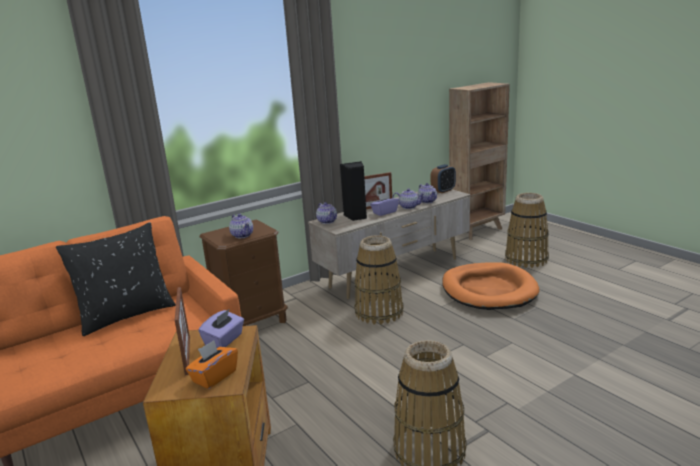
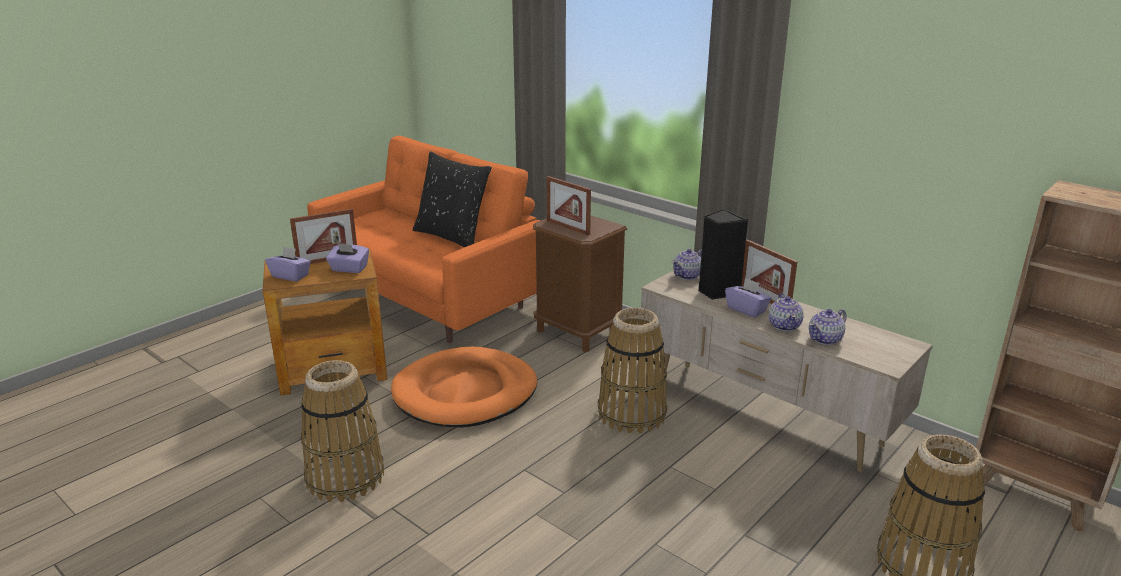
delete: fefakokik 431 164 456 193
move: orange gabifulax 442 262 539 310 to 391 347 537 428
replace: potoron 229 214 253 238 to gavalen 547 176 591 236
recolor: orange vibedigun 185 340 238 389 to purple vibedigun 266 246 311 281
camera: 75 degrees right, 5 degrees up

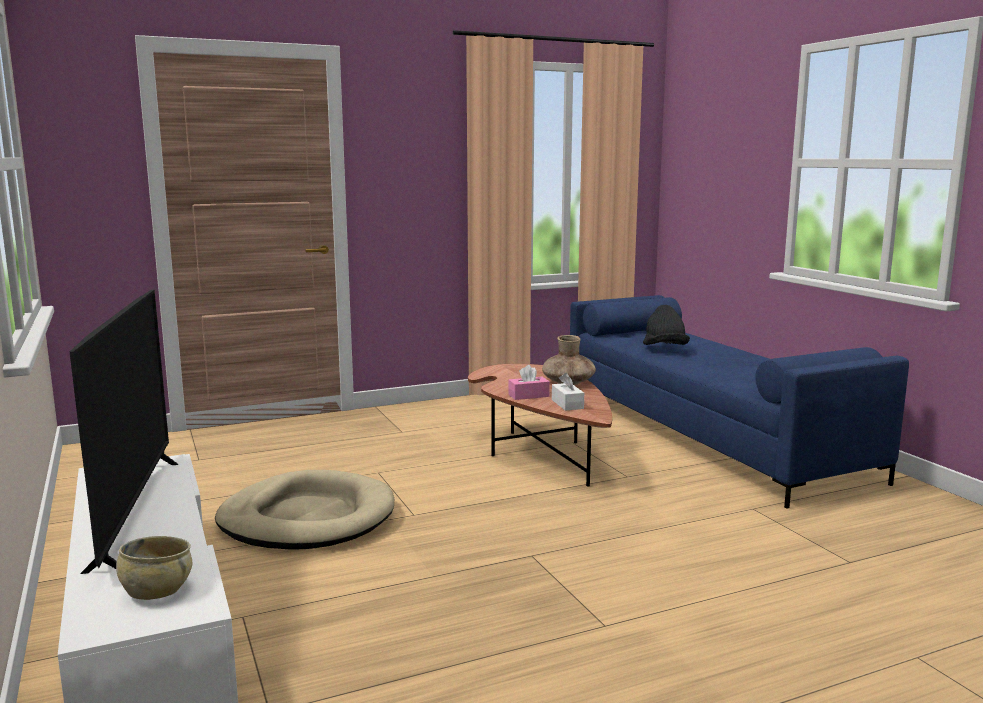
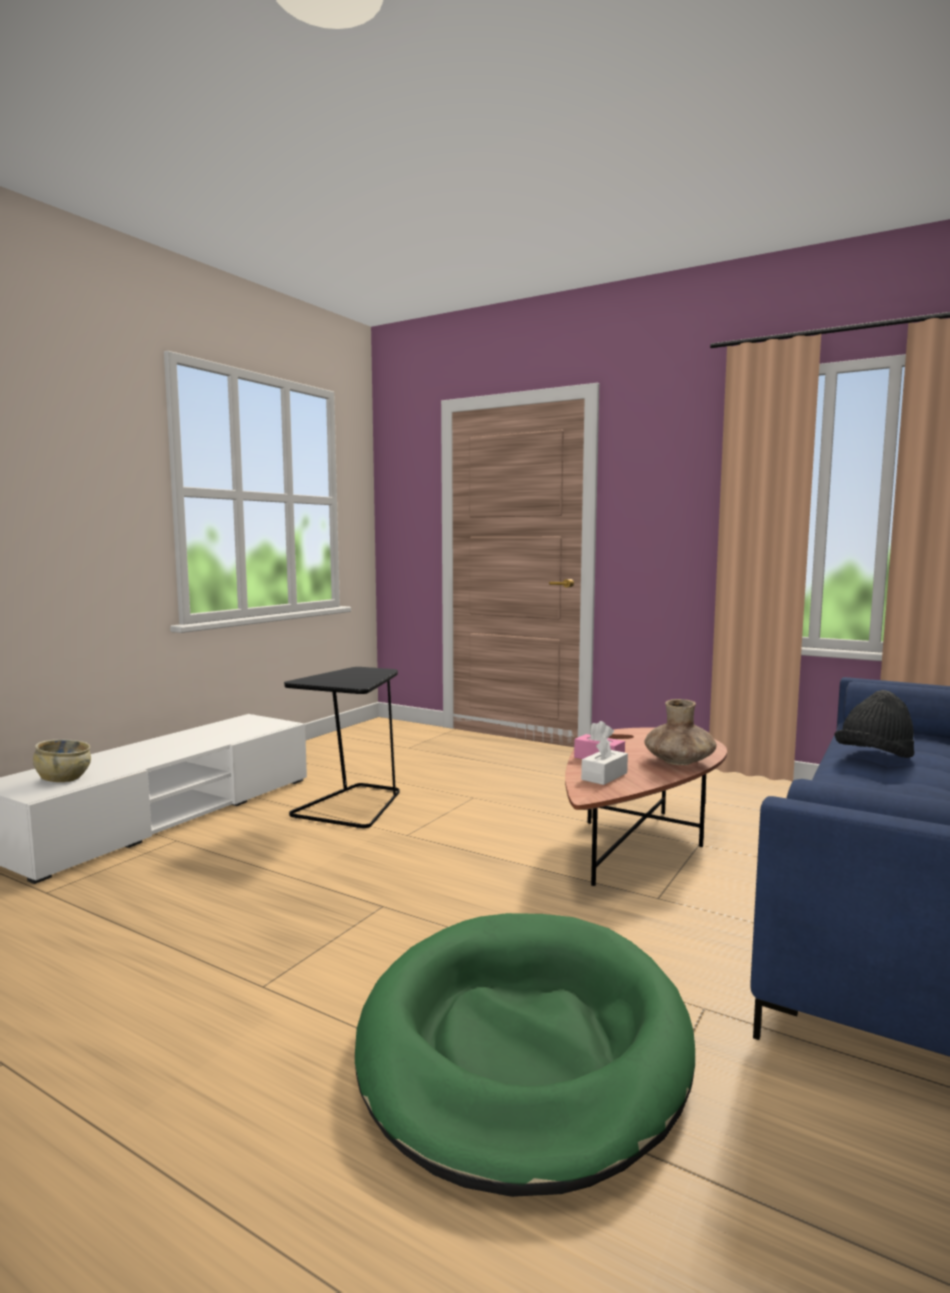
delete: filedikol 70 289 178 574
insert: green gabifulax 355 913 695 1197
replace: beige gabifulax 215 470 394 550 to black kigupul 284 667 400 828
camera: 55 degrees right, 5 degrees down

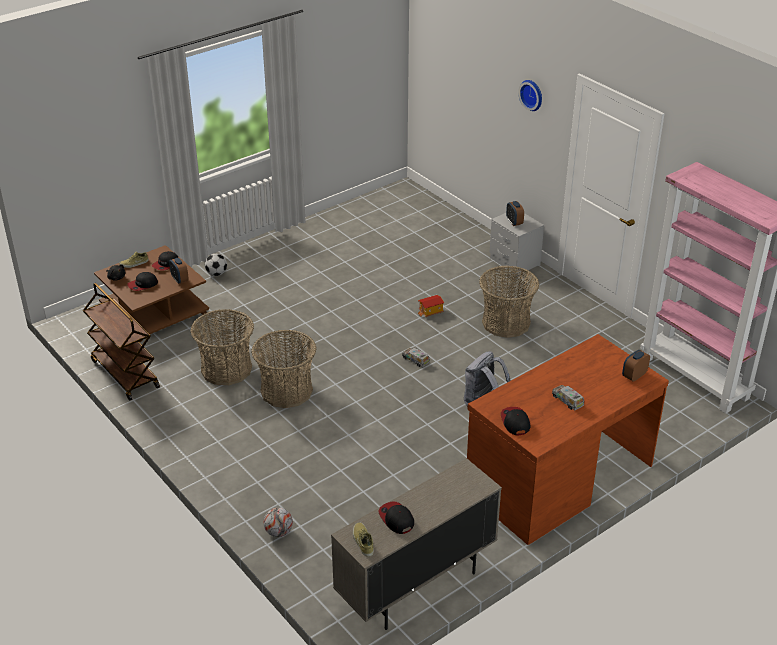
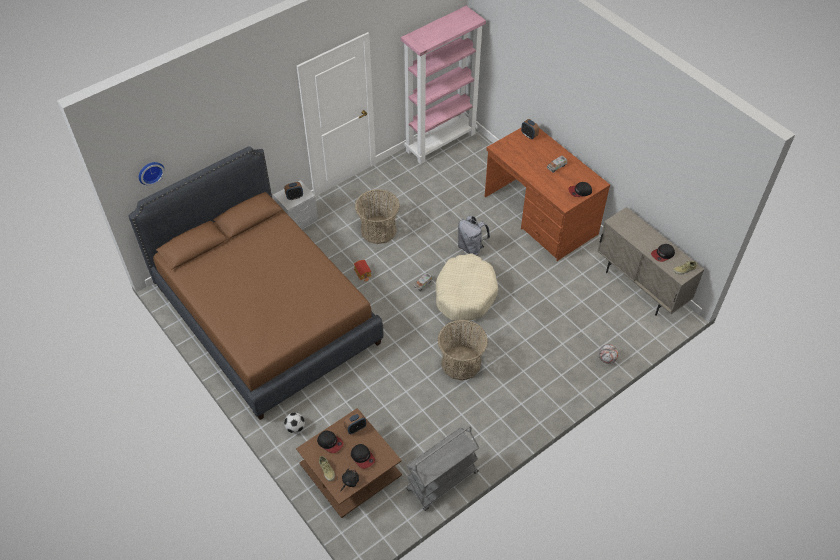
delete: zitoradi 190 309 254 385
insert: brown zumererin 128 146 383 420; beige gabifulax 436 253 498 321
move: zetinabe 518 80 542 111 to 139 162 165 186
recolor: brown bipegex 83 283 160 401 to grey bipegex 406 426 479 511
camera: 90 degrees left, 15 degrees up

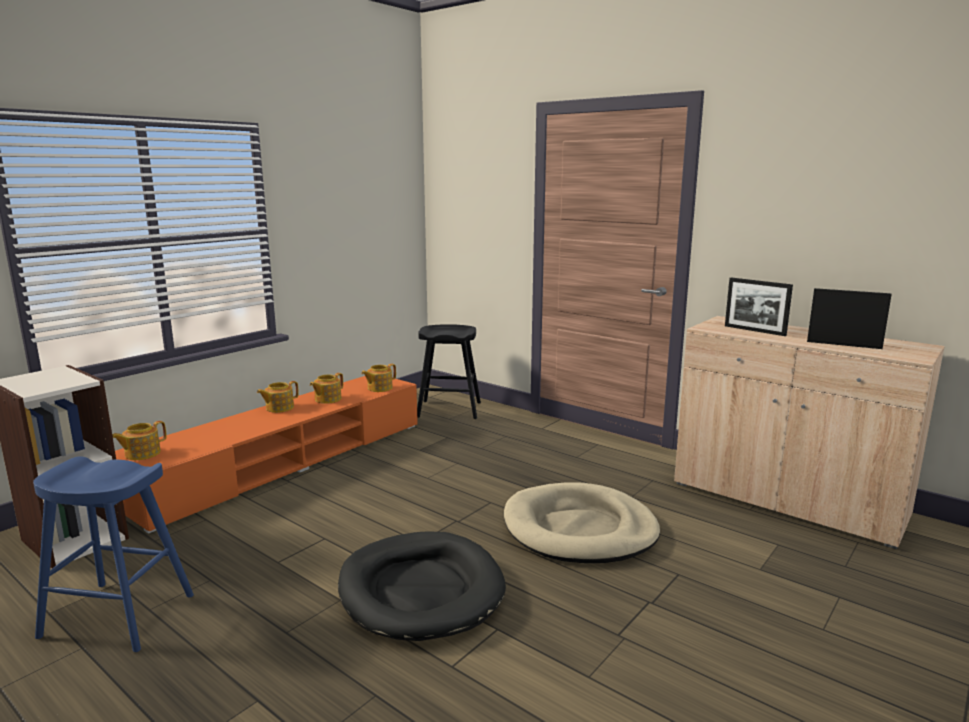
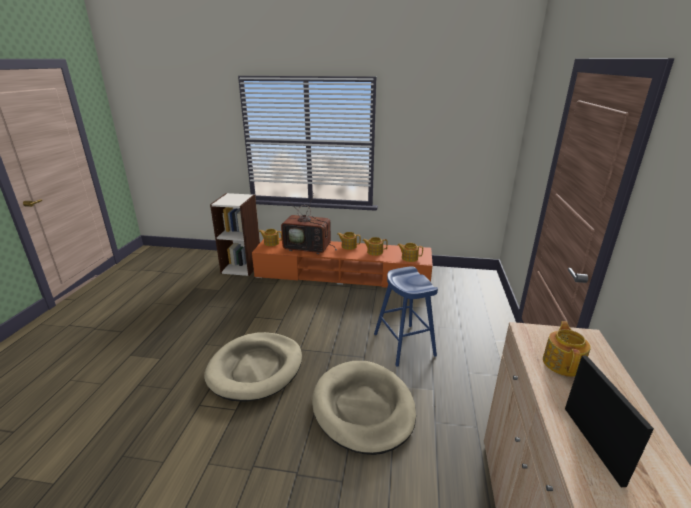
delete: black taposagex 417 324 481 419
insert: filedikol 281 194 337 254
move: blue taposagex 33 456 194 652 to 374 266 438 366
replace: gavalen 725 278 793 336 to potoron 543 321 591 377
recolor: black gabifulax 338 532 506 641 to beige gabifulax 204 332 302 402
camera: 60 degrees right, 10 degrees up

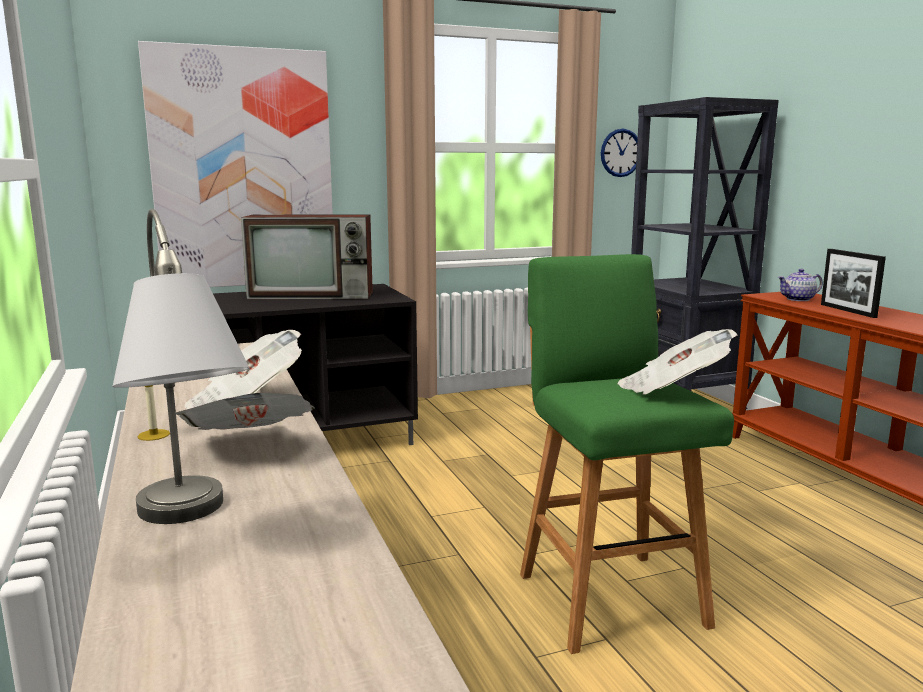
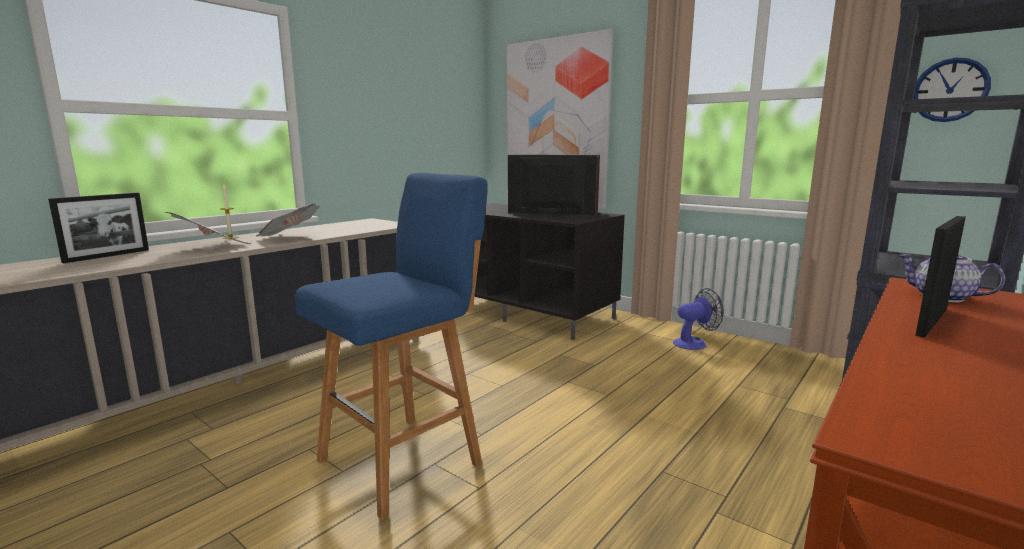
delete: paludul 618 329 737 395
insert: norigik 673 288 724 350
replace: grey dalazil 112 209 249 524 to gavalen 48 193 149 263
recolor: green taposagex 520 254 734 654 to blue taposagex 295 173 488 520
rotate: filedikol 241 214 373 299 = 508 154 600 216 135 degrees clockwise
camera: 60 degrees right, 0 degrees up

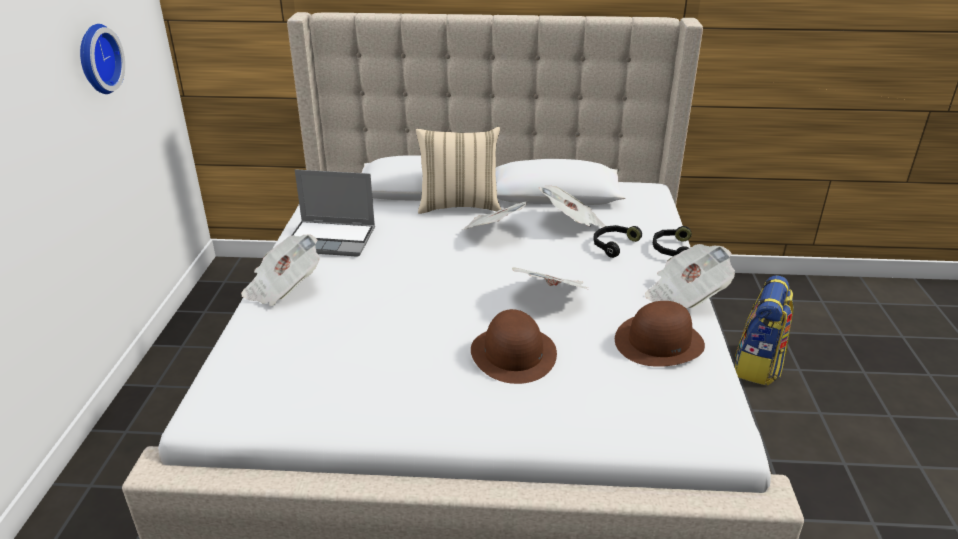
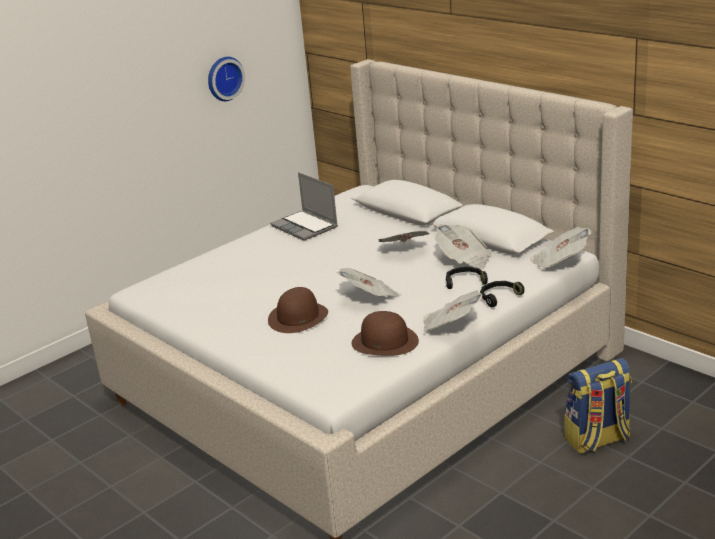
delete: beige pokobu 416 127 501 214
move: paludul 241 234 320 306 to 530 227 592 270
camera: 45 degrees right, 5 degrees down

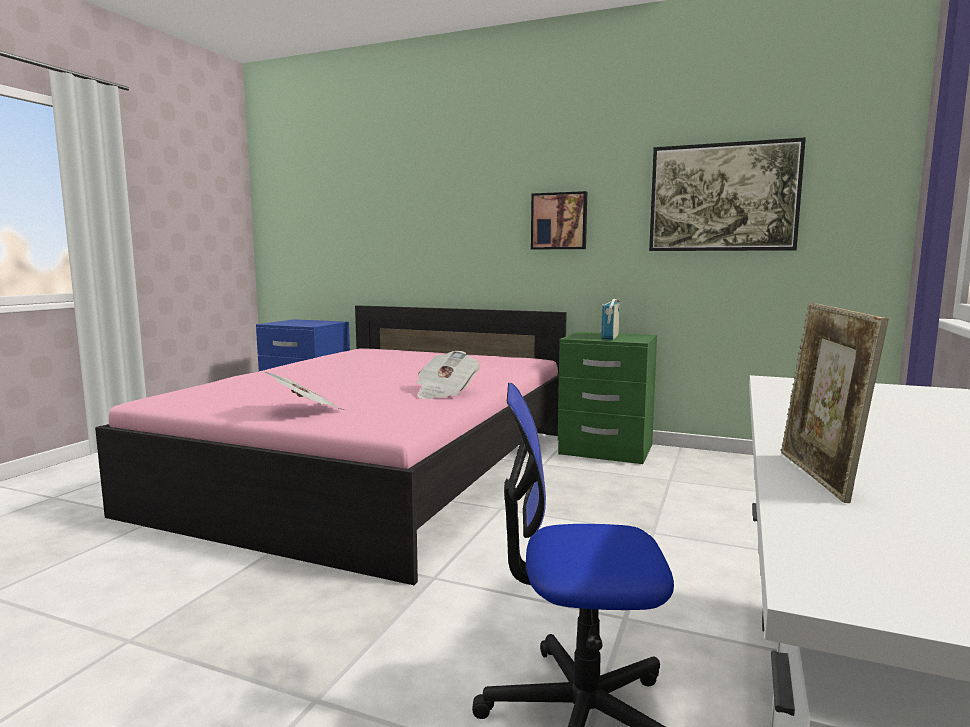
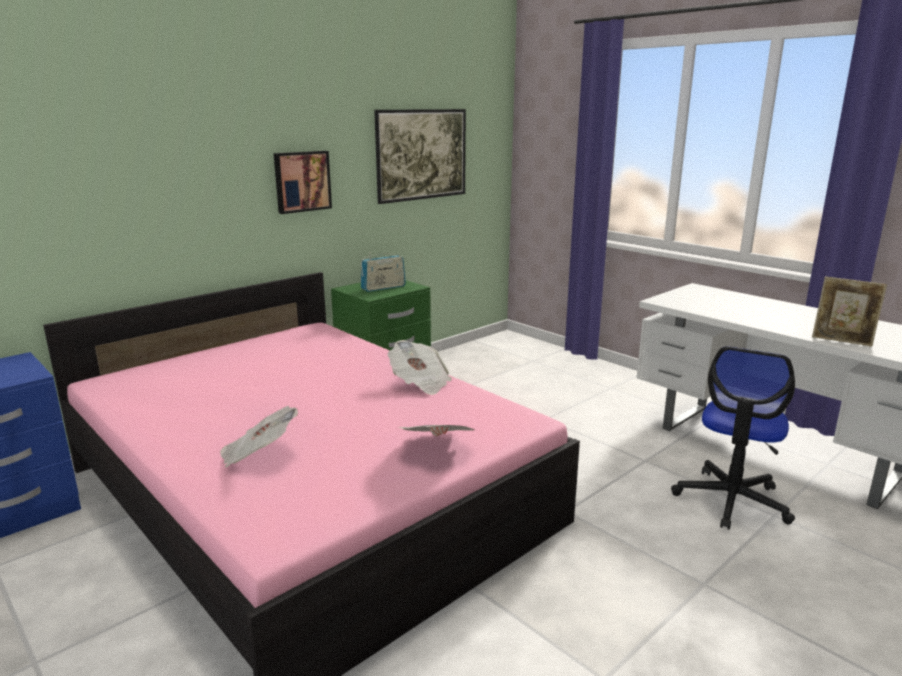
insert: paludul 220 406 298 467
rotate: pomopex 601 294 620 340 = 361 252 406 292 75 degrees counterclockwise
camera: 65 degrees left, 10 degrees up

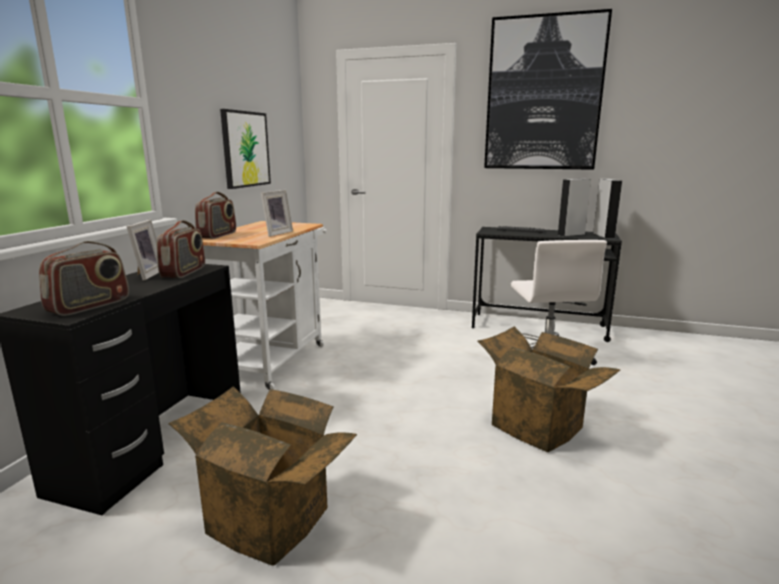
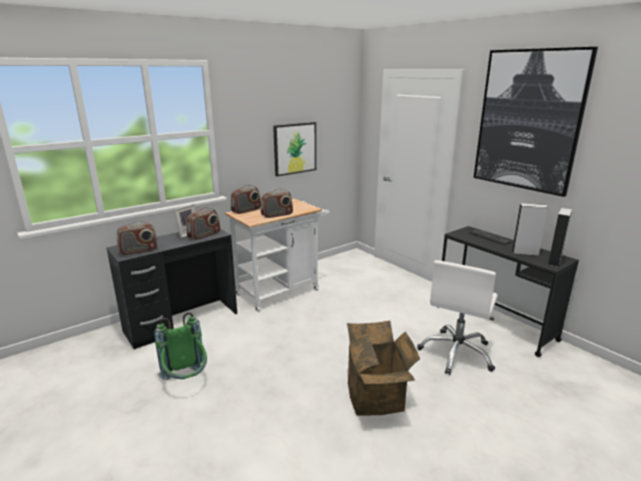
replace: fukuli 168 386 357 566 to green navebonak 154 312 207 380; gavalen 261 190 293 237 to pomopex 261 189 293 218
camera: 35 degrees right, 5 degrees up

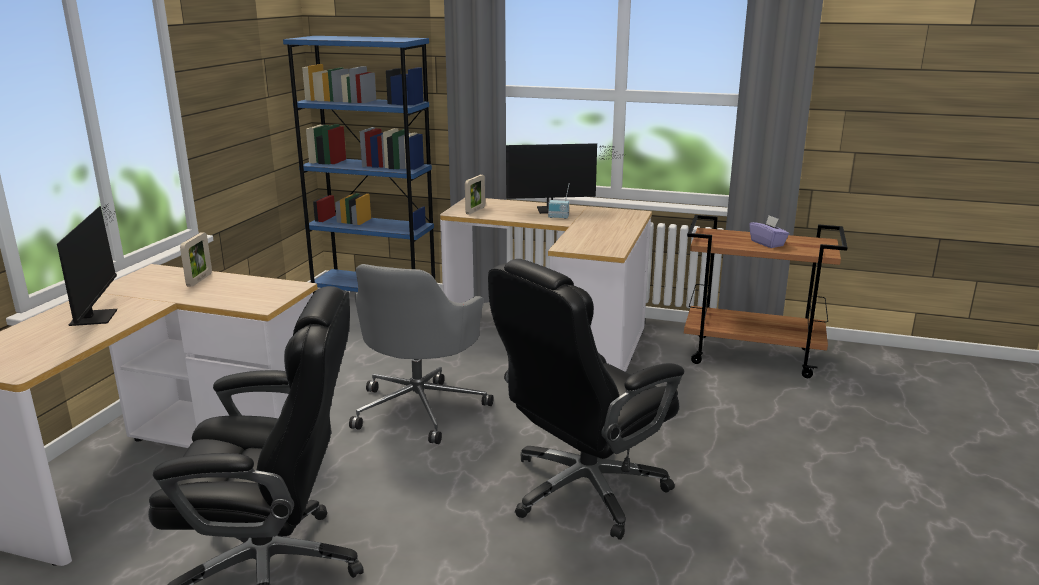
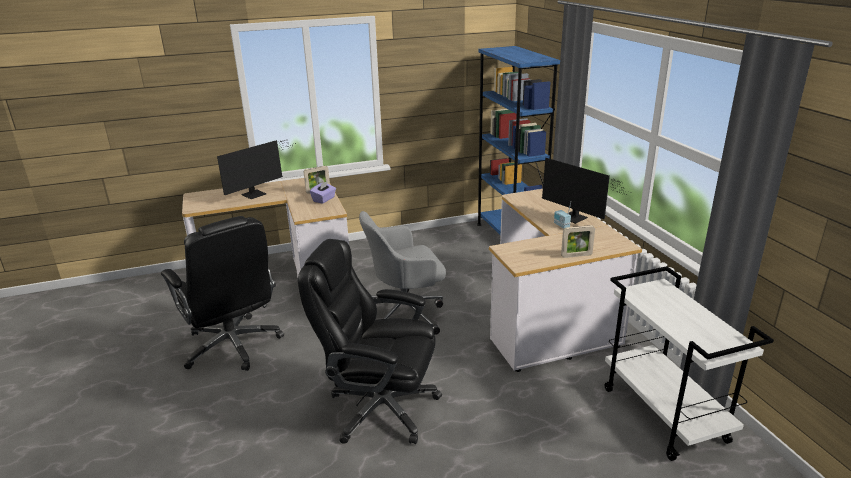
move: gavalen 465 175 485 214 to 561 225 595 258; purple vibedigun 749 215 789 248 to 310 181 336 204
recolor: brown bipegex 684 215 847 378 to white bipegex 605 266 774 461
camera: 55 degrees right, 5 degrees up

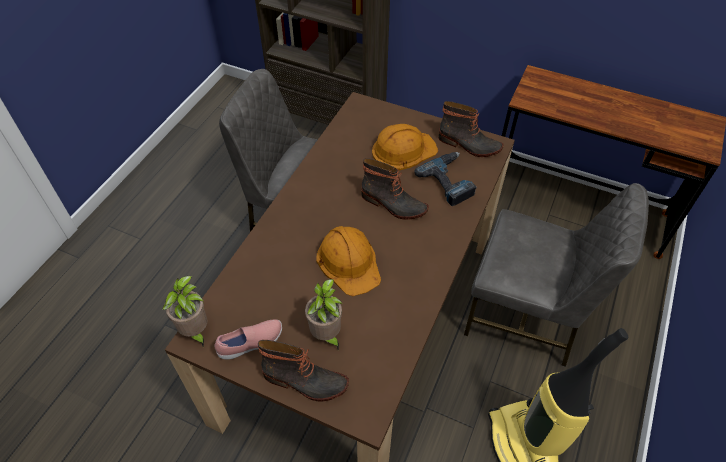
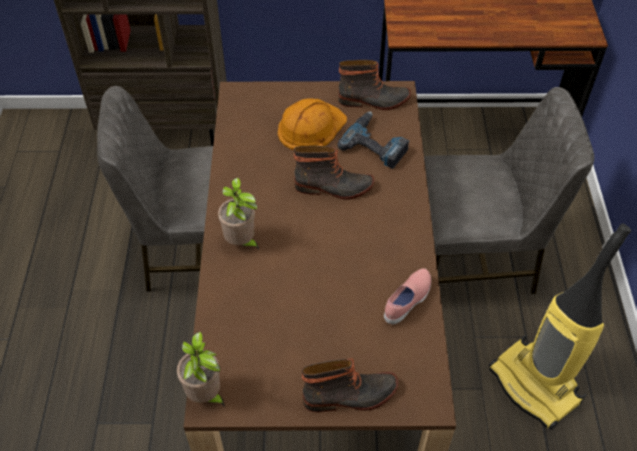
delete: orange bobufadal 316 226 381 296
move: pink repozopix 214 319 282 359 to 384 268 431 324; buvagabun 305 279 343 350 to 218 178 259 250
camera: 25 degrees left, 0 degrees up

